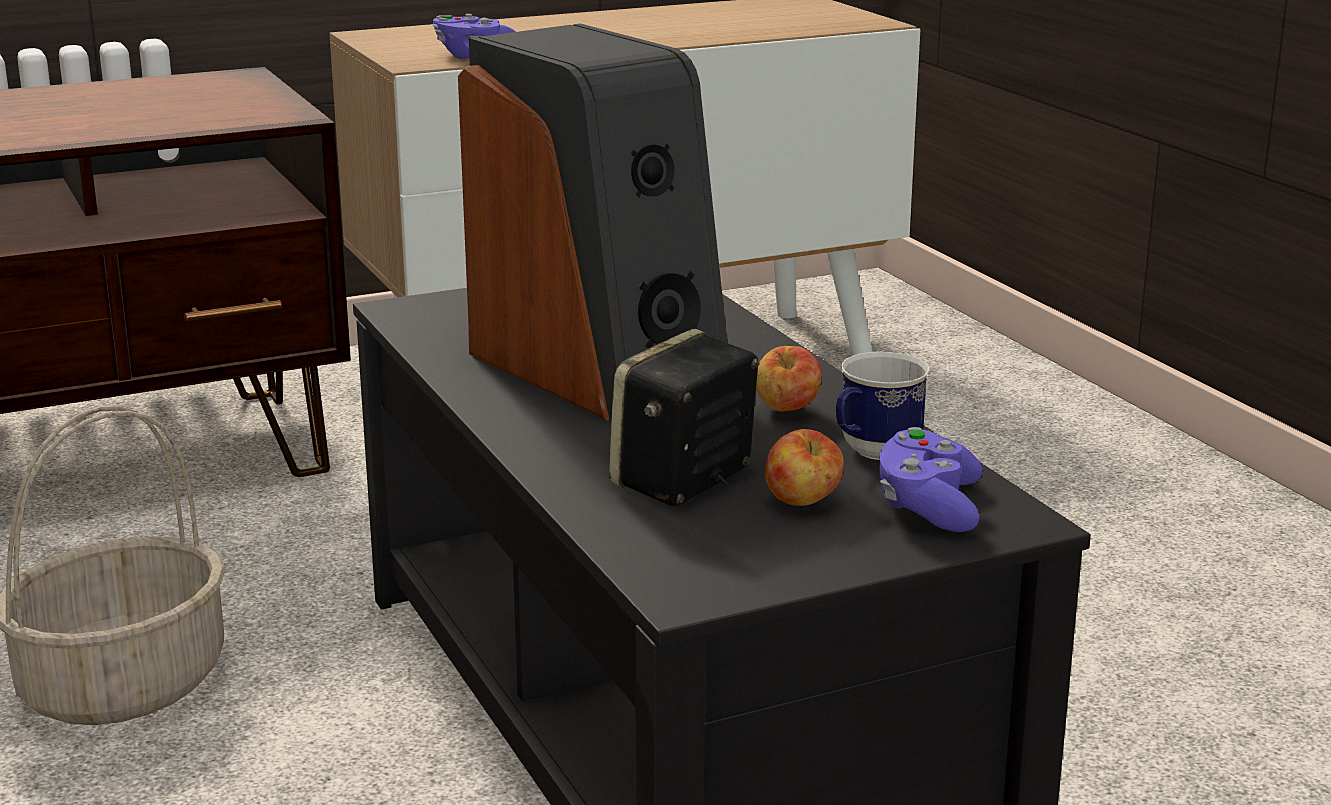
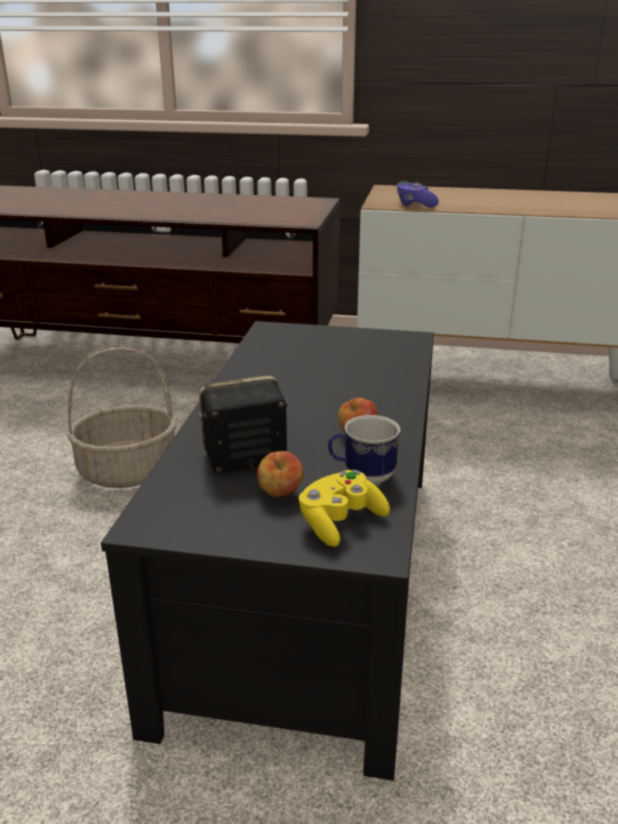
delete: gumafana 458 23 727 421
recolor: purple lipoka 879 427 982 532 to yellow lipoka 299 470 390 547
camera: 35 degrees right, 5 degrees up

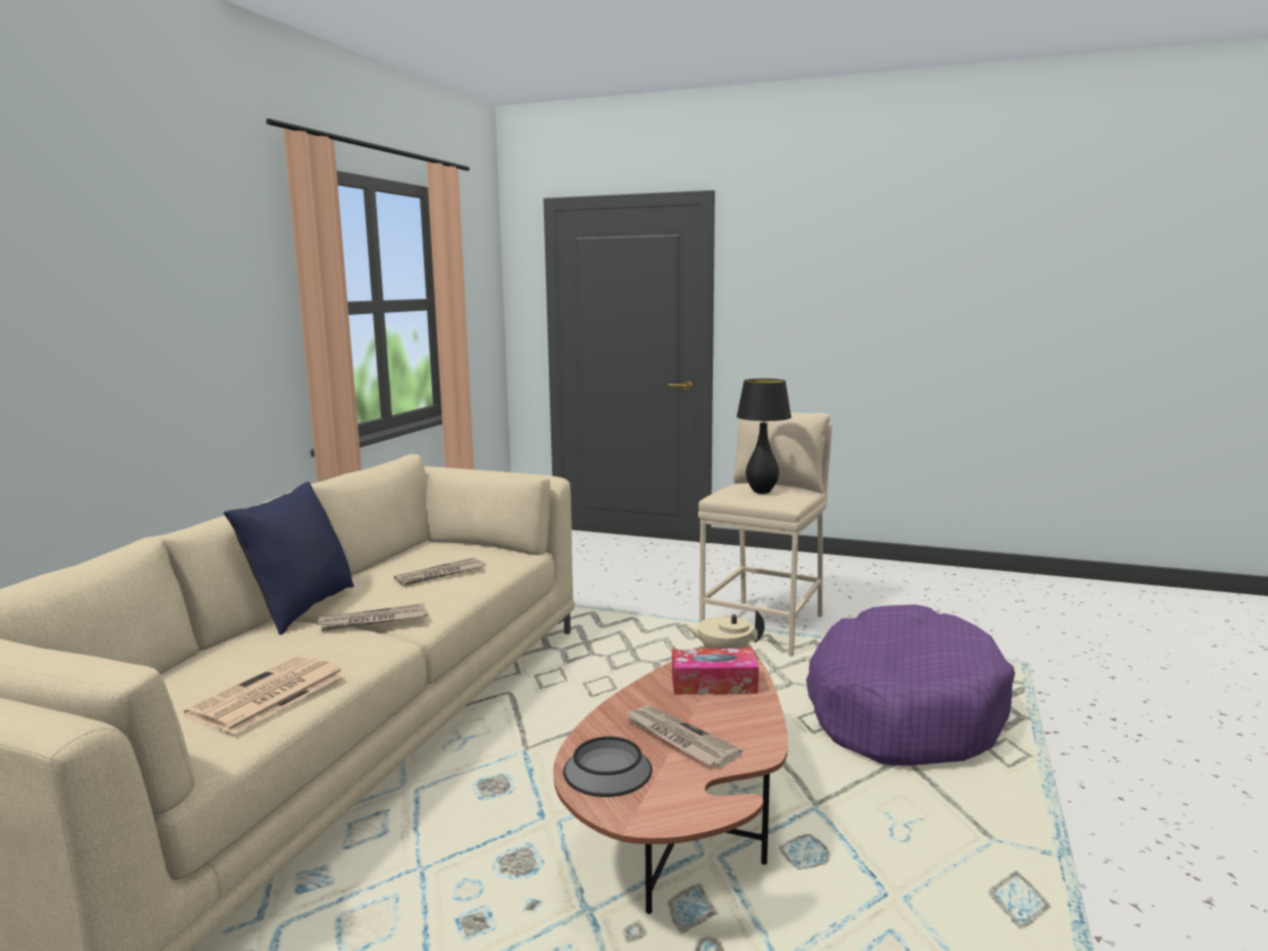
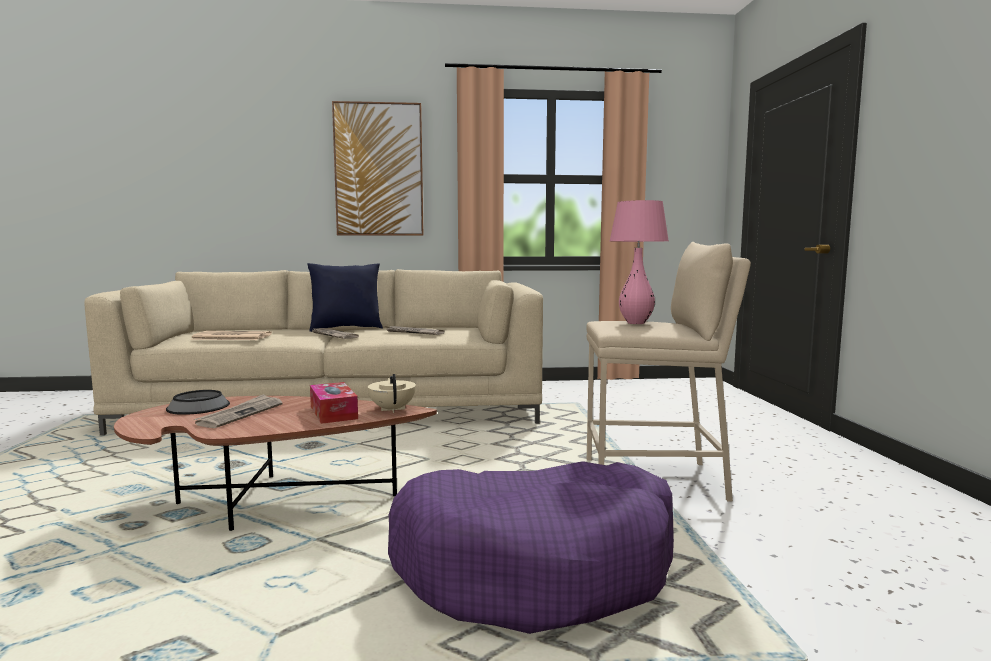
insert: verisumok 332 101 423 236
recolor: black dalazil 736 379 791 494 to pink dalazil 610 200 669 324
camera: 65 degrees right, 5 degrees down

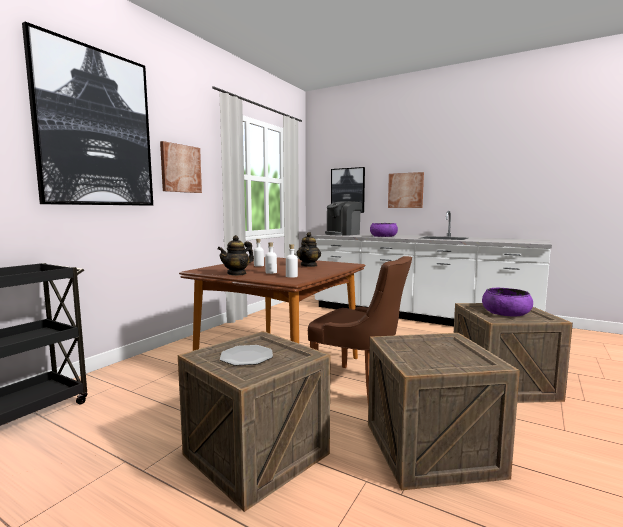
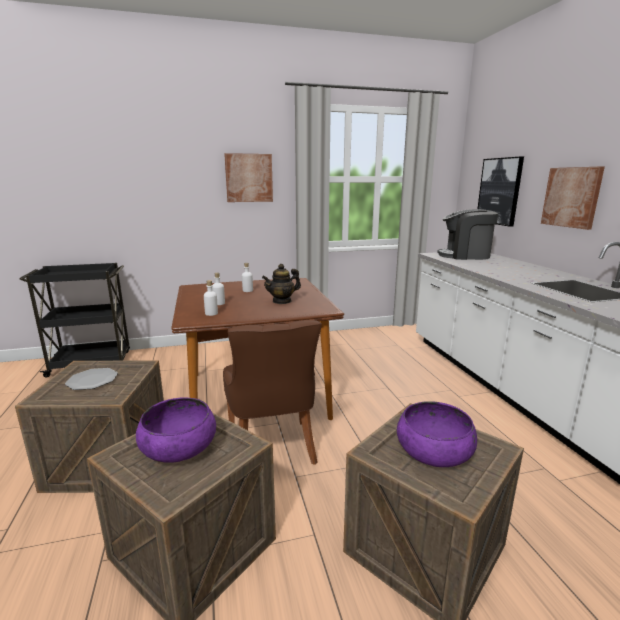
delete: verisumok 22 22 153 206; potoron 218 235 254 276
move: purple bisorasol 370 223 398 237 to 136 397 216 463
camera: 45 degrees right, 10 degrees up

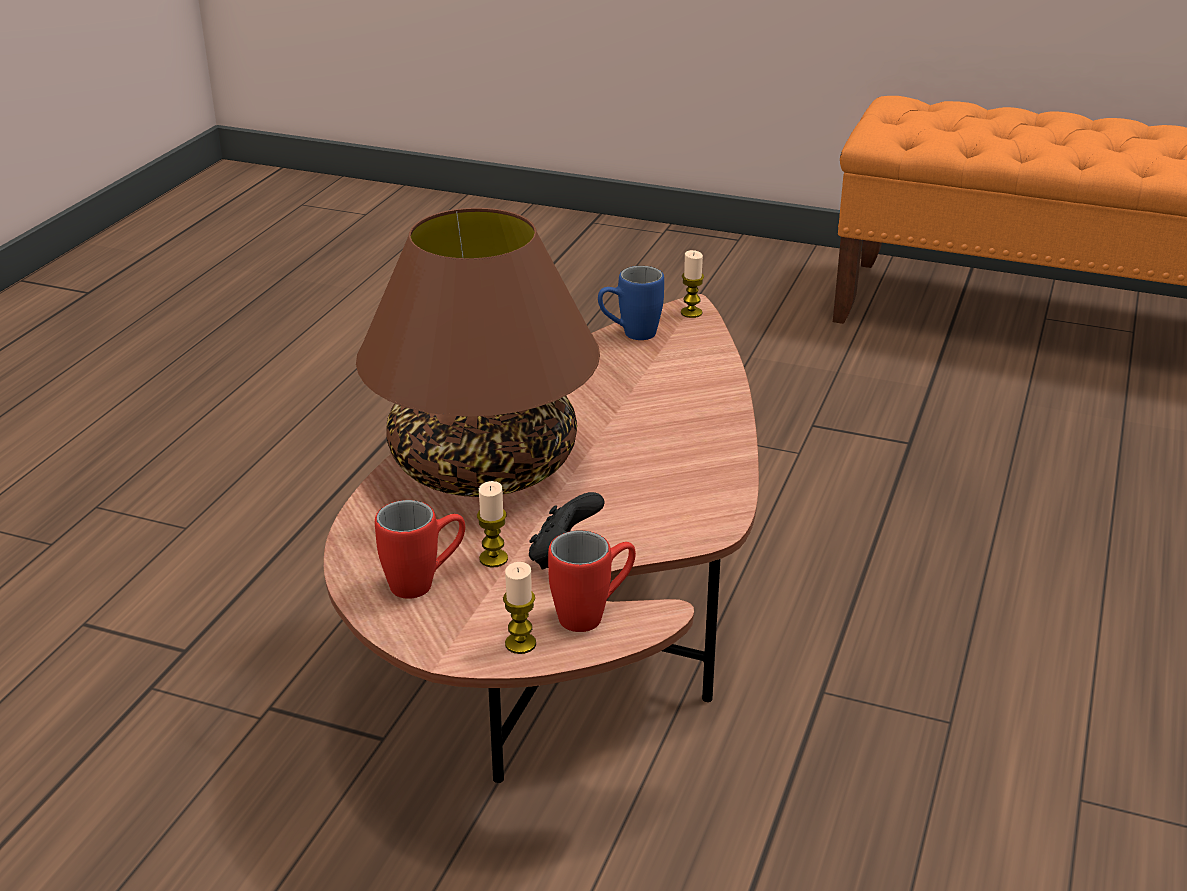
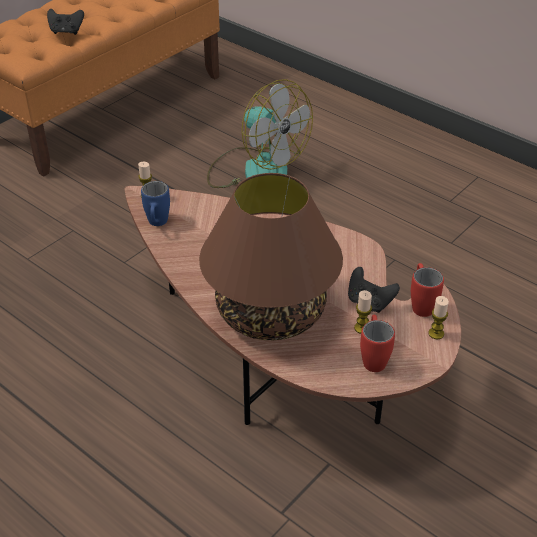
insert: black lipoka 47 9 84 35; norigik 207 79 313 188
camera: 70 degrees left, 10 degrees up

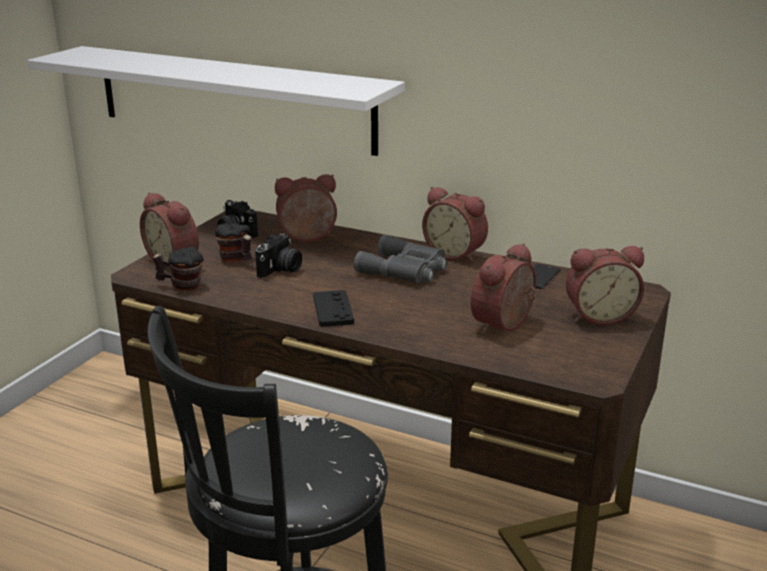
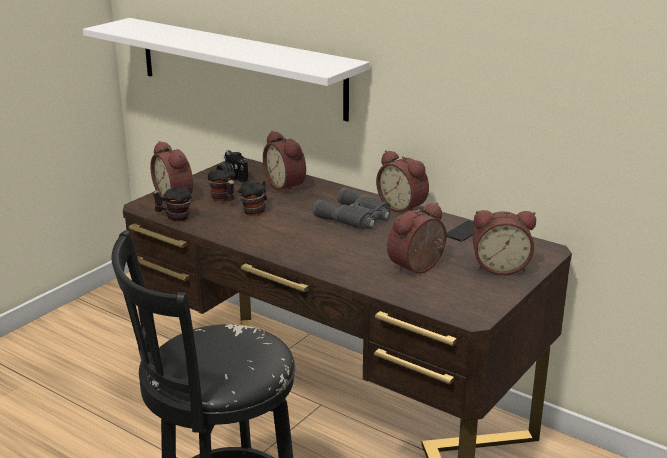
delete: black lipoka 313 290 354 327
replace: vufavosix 255 233 302 278 to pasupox 238 180 267 216
rotate: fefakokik 275 174 337 242 = 263 131 306 193 120 degrees counterclockwise
camera: 10 degrees right, 0 degrees up

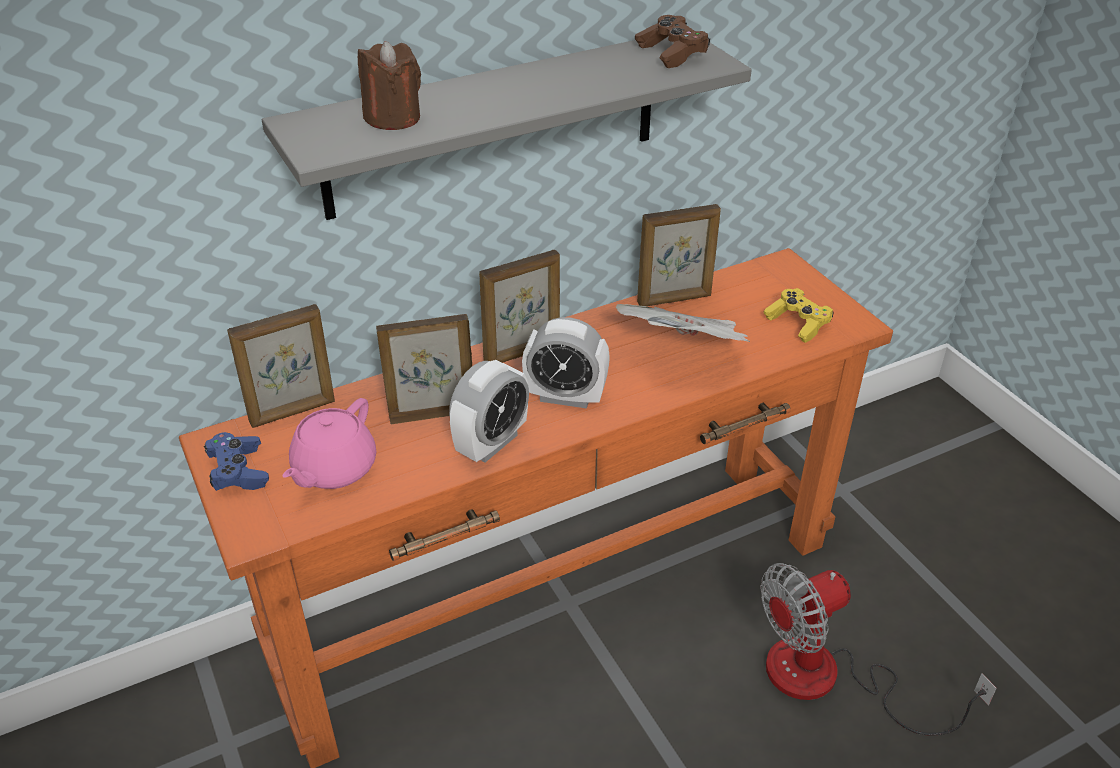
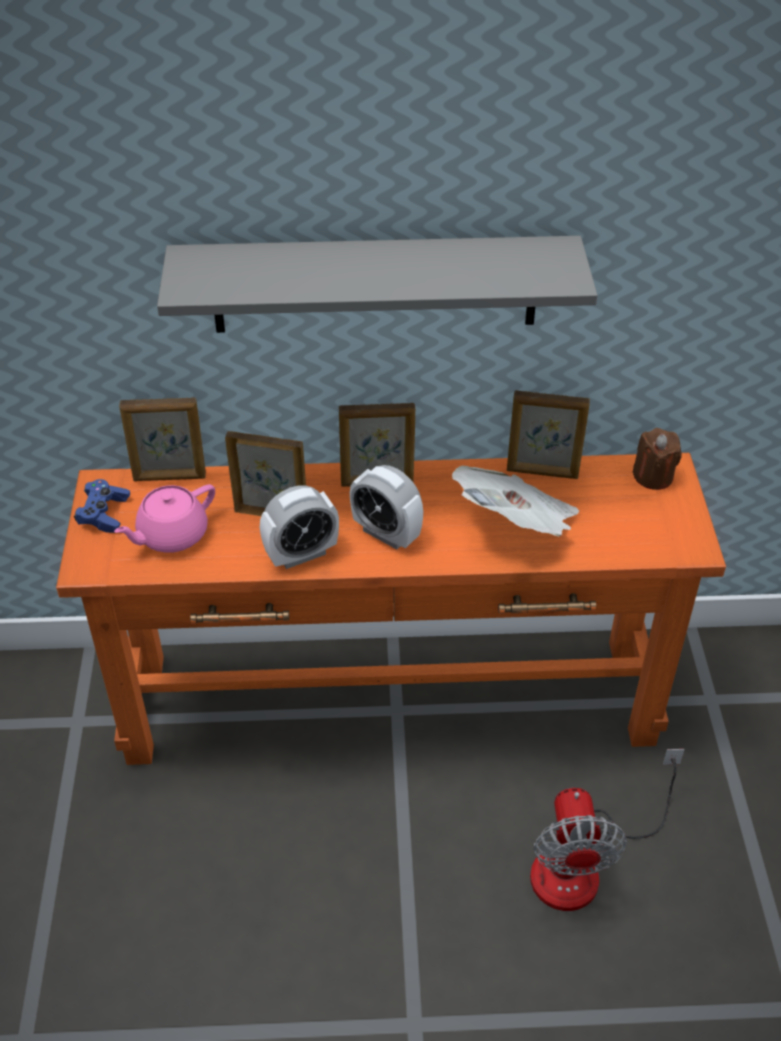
delete: brown lipoka 635 15 710 68; yellow lipoka 764 288 834 343
move: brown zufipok 358 41 421 130 to 633 428 682 490
rotate: norigik 760 563 997 736 = 530 749 685 911 90 degrees counterclockwise
camera: 25 degrees right, 5 degrees up

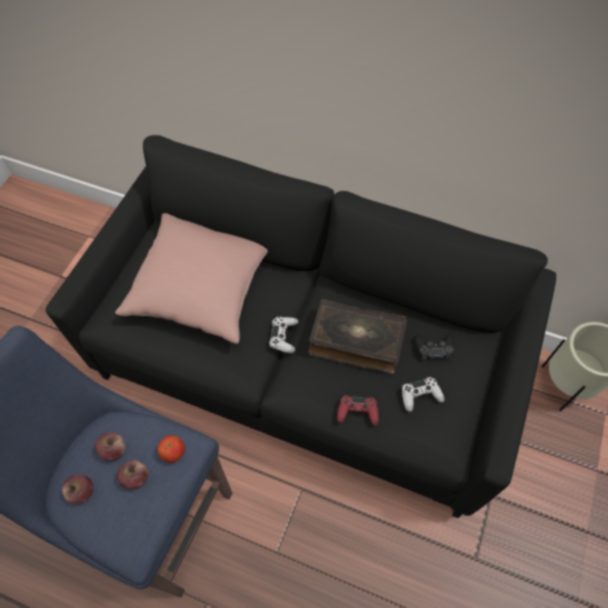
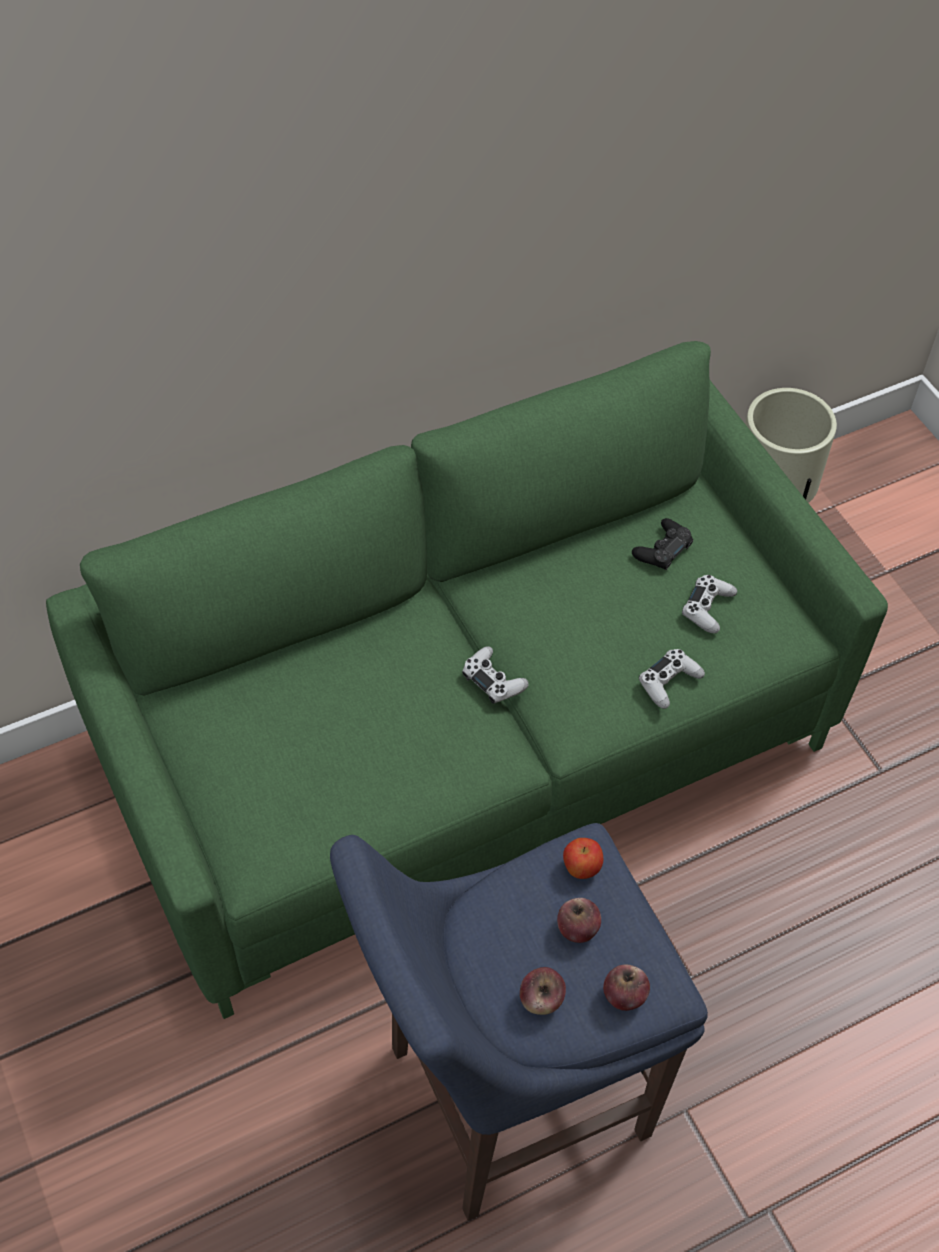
delete: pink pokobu 115 213 268 344; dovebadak 309 298 407 374
move: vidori 95 432 125 461 to 603 965 650 1011
recolor: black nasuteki 46 135 556 518 to green nasuteki 46 341 888 1019; red lipoka 337 395 379 426 to white lipoka 639 649 705 709
camera: 50 degrees left, 5 degrees down

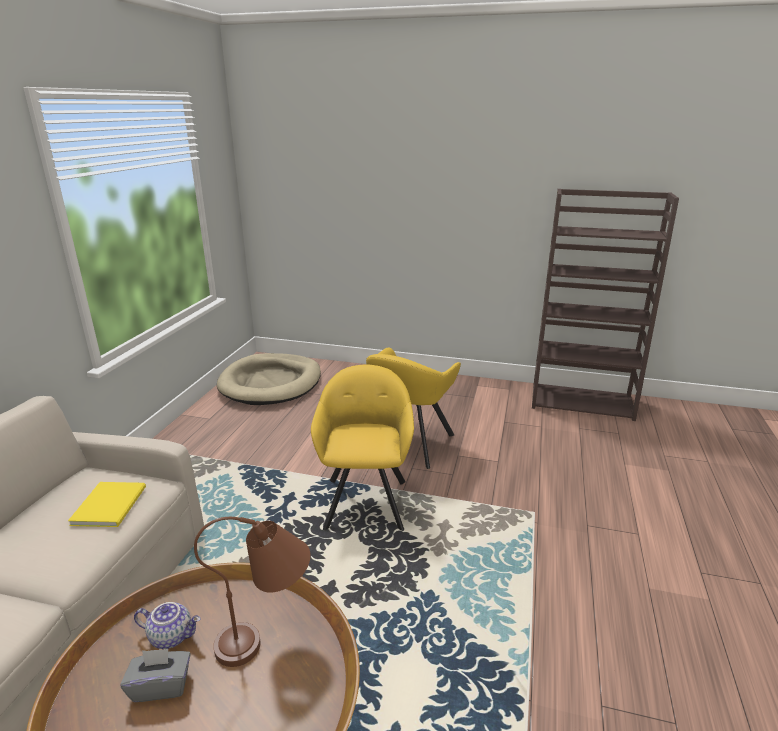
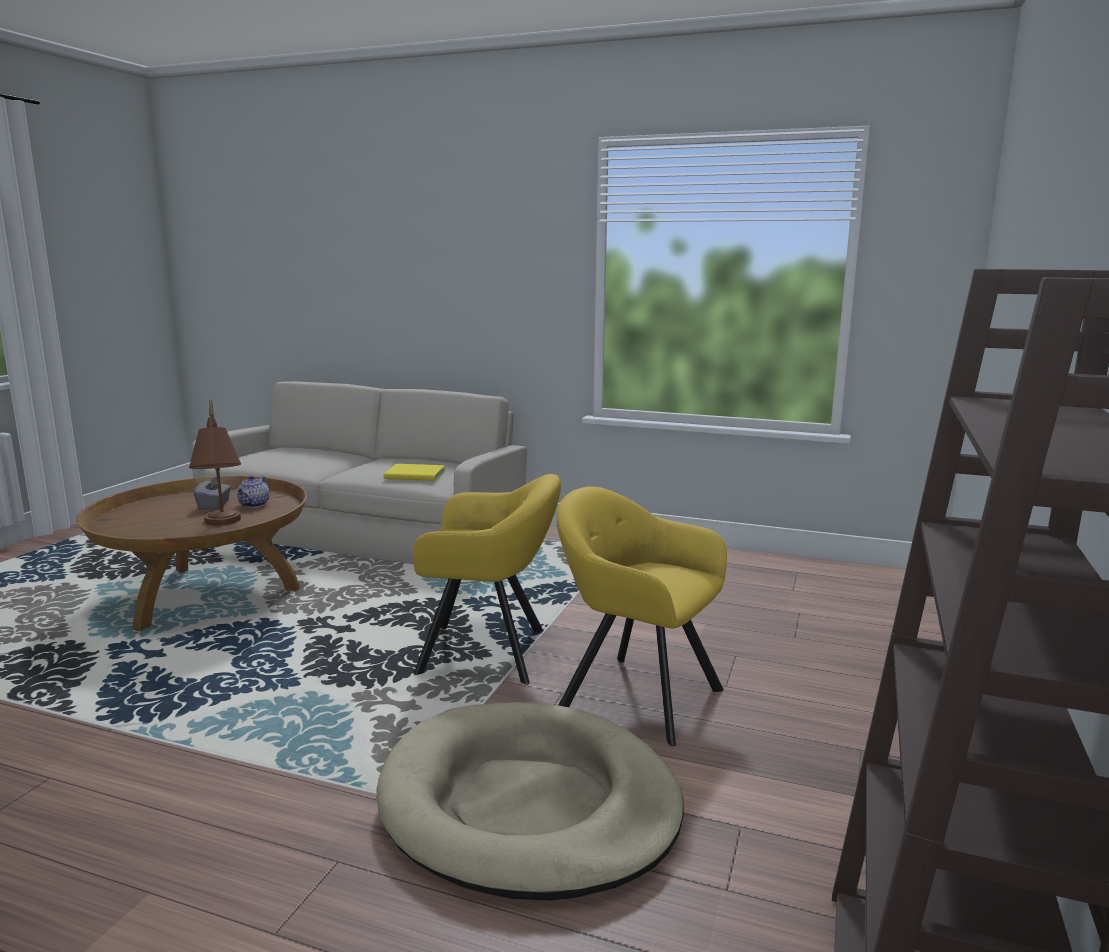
move: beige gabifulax 217 353 321 405 to 376 702 684 900
camera: 95 degrees right, 10 degrees down

